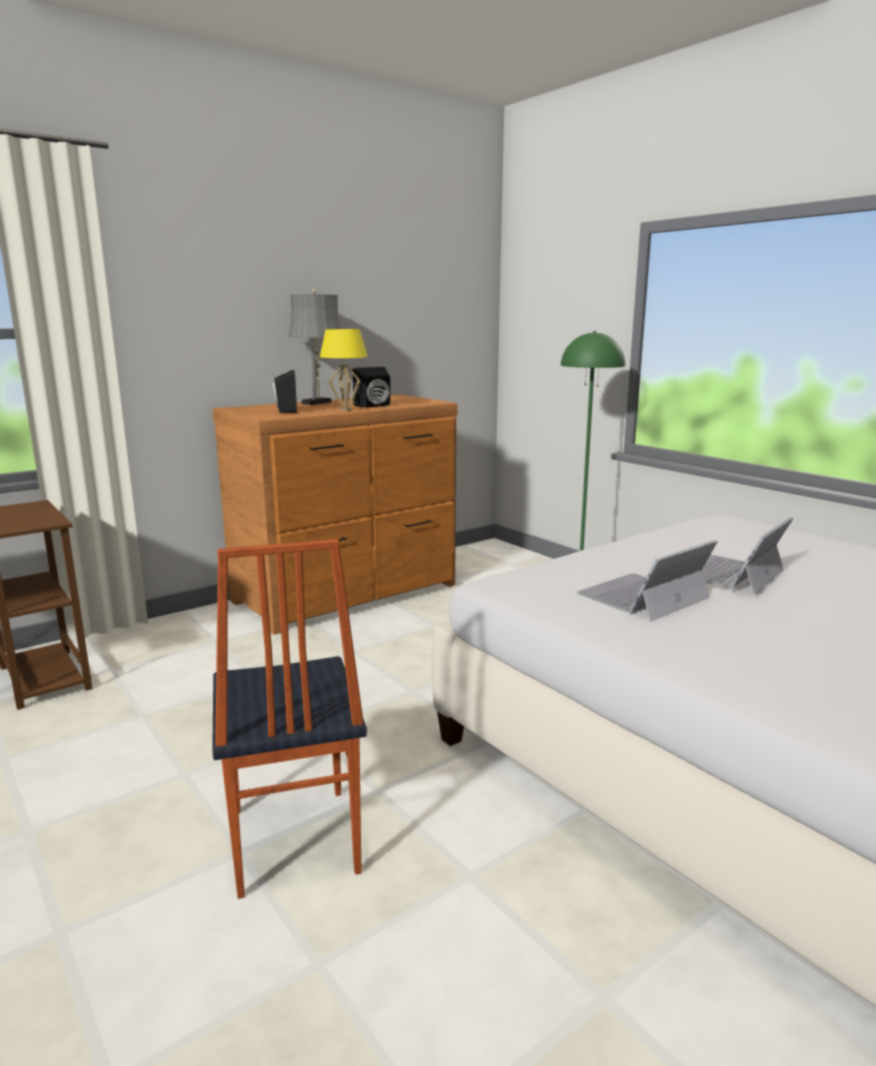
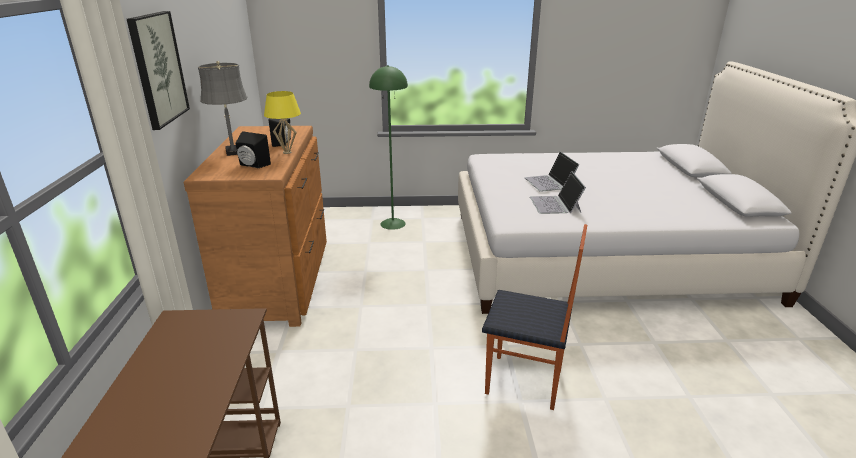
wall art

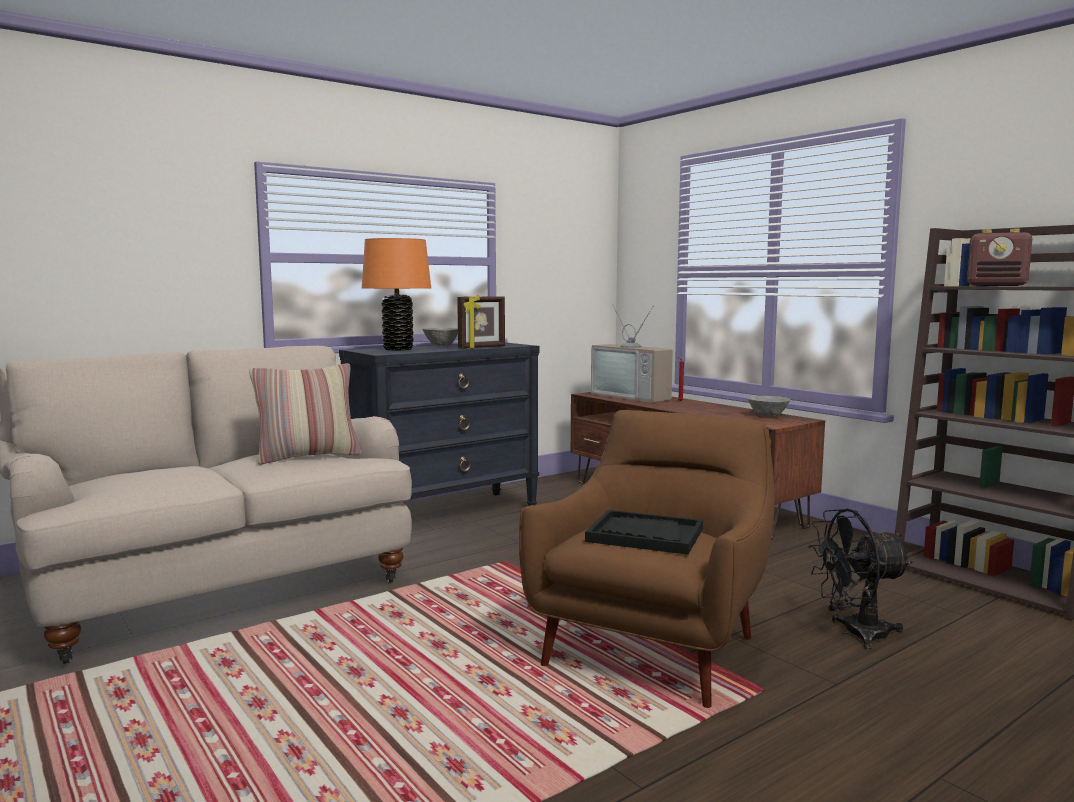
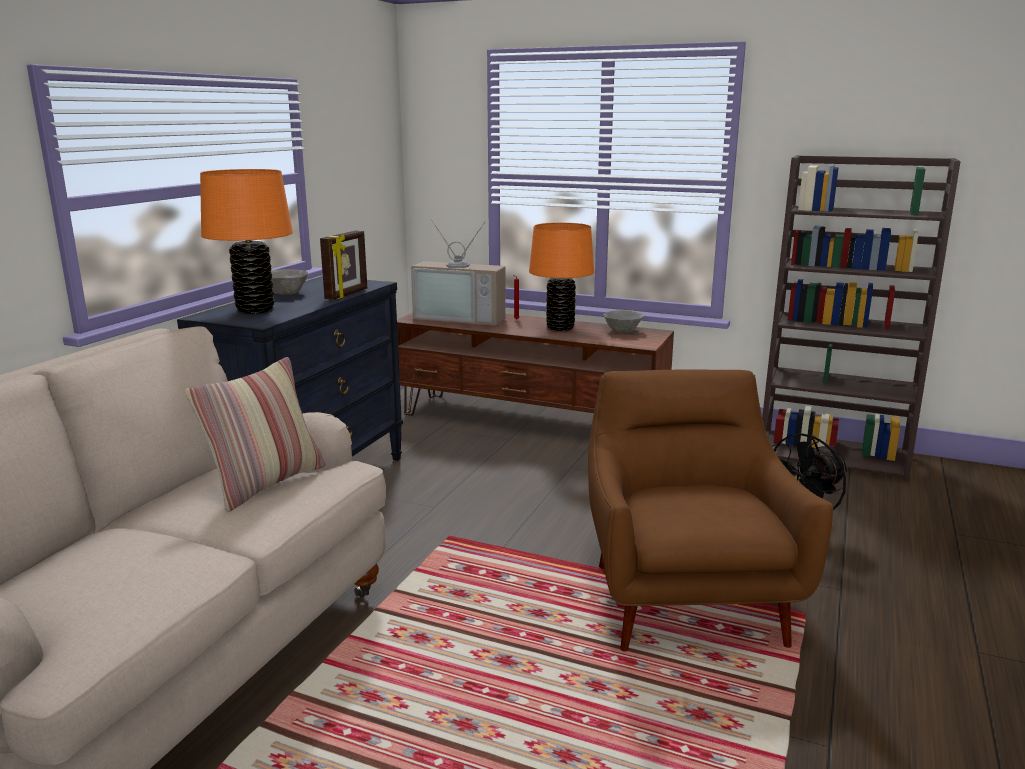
orange table lamp (2nd from left); black serving tray; radio set

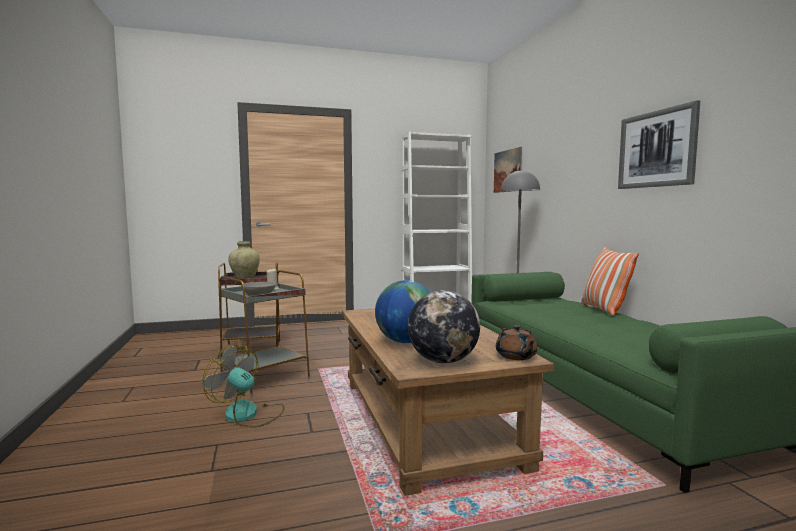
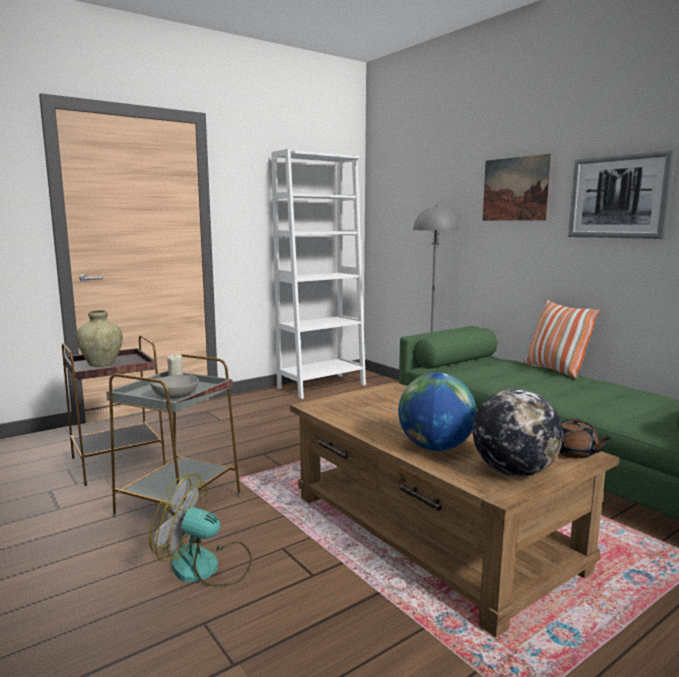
wall art (1st from left)

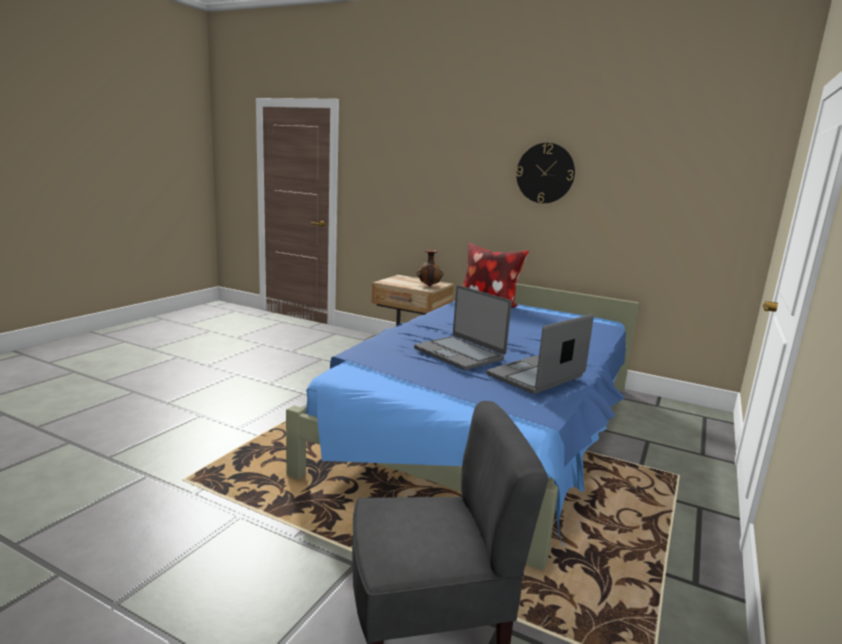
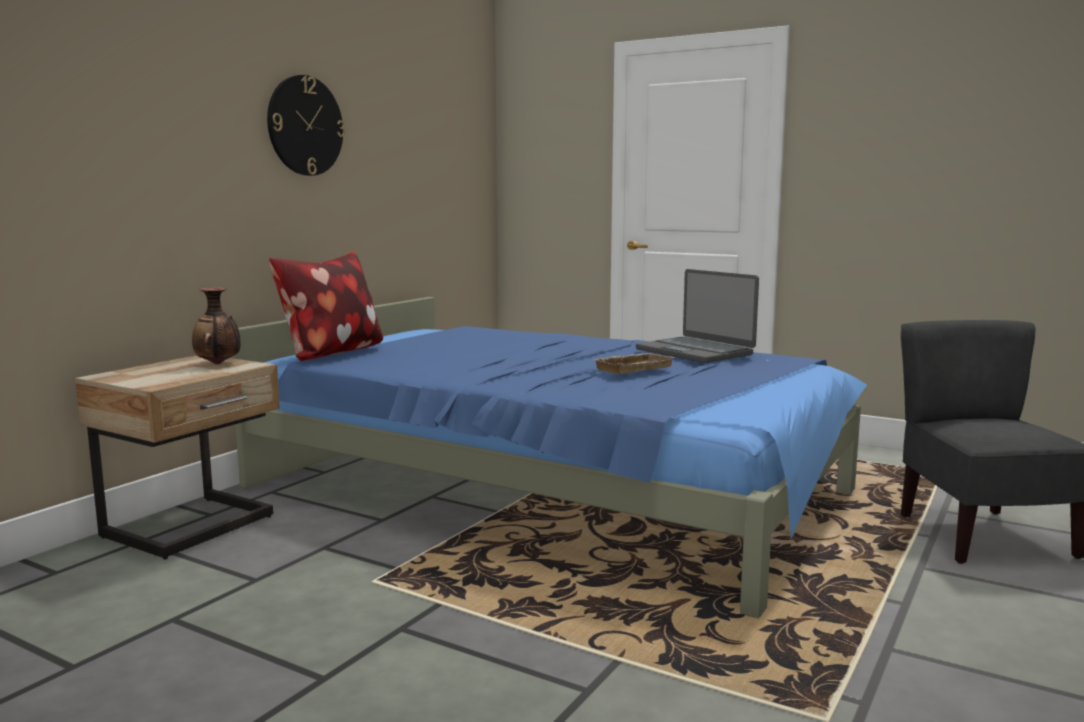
sand-coloured serving tray

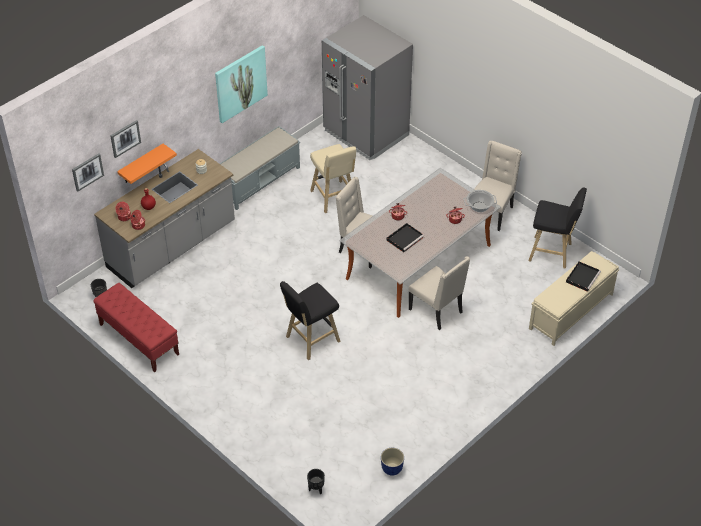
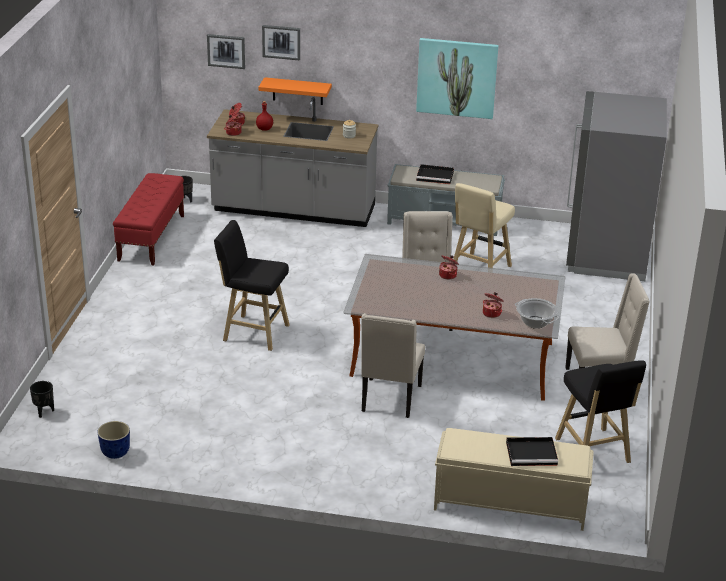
black serving tray (1st from left)

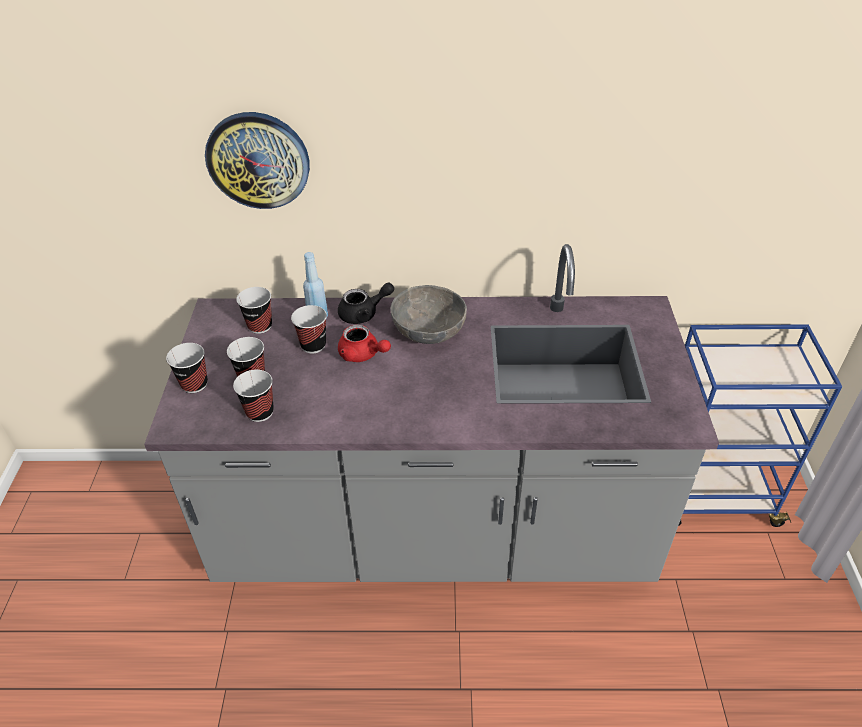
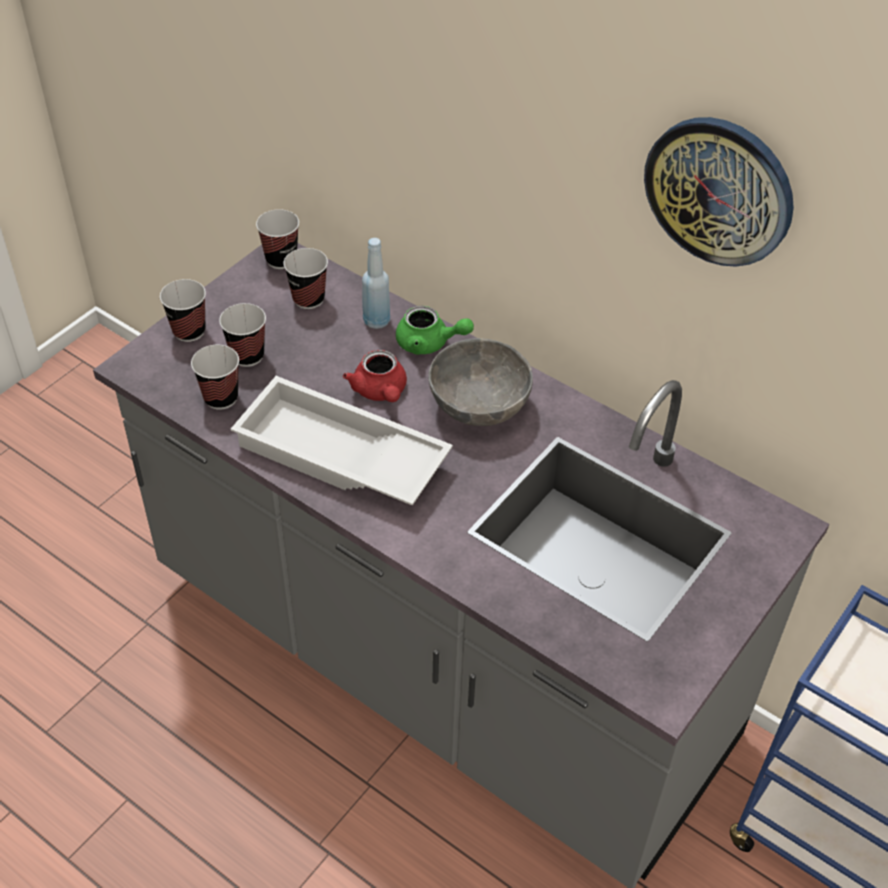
whitish serving tray; small cup (4th from left); greenish pot for tea; hanging clock

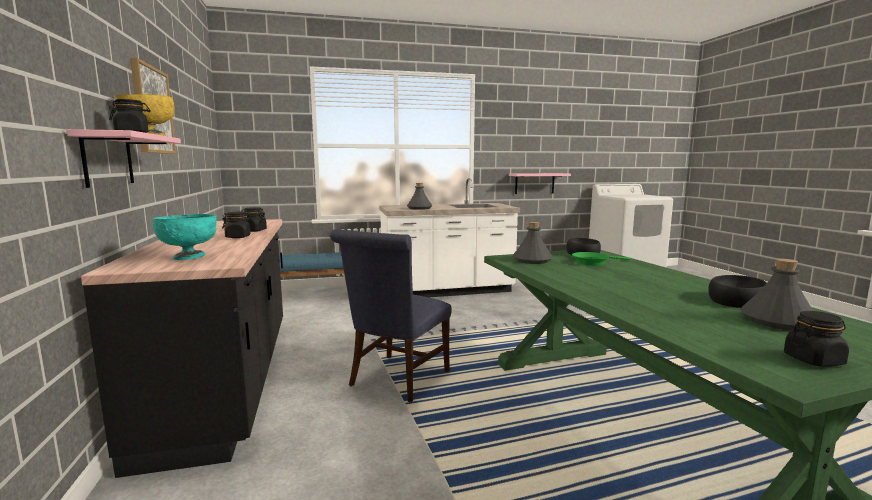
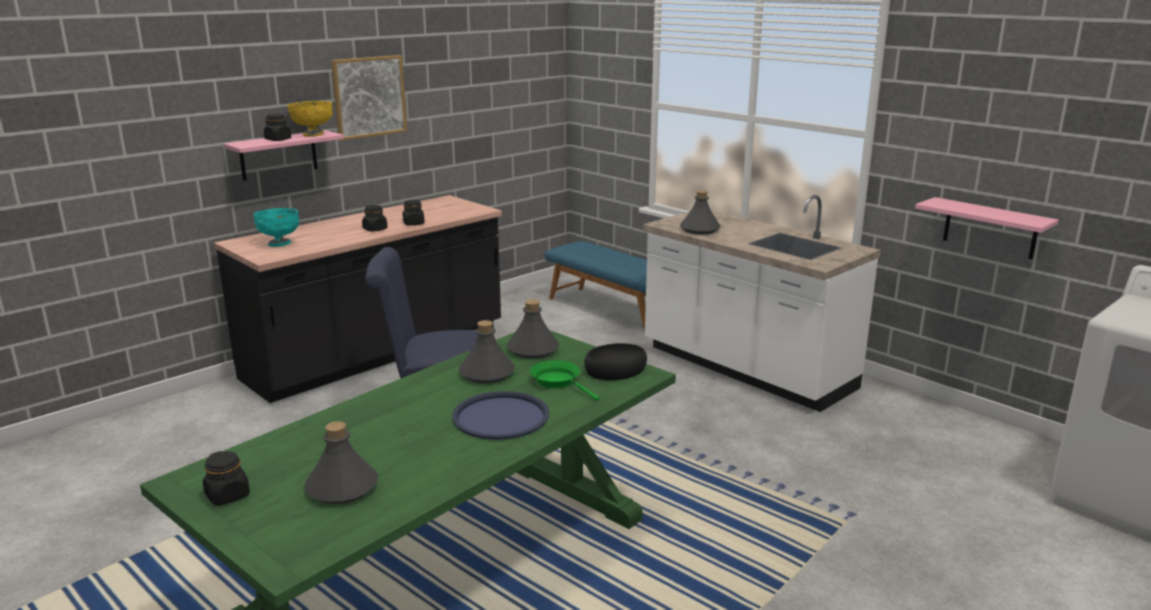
bluish serving tray; greyish drink bottle (2nd from left); black serving bowl (2nd from left in the first image)

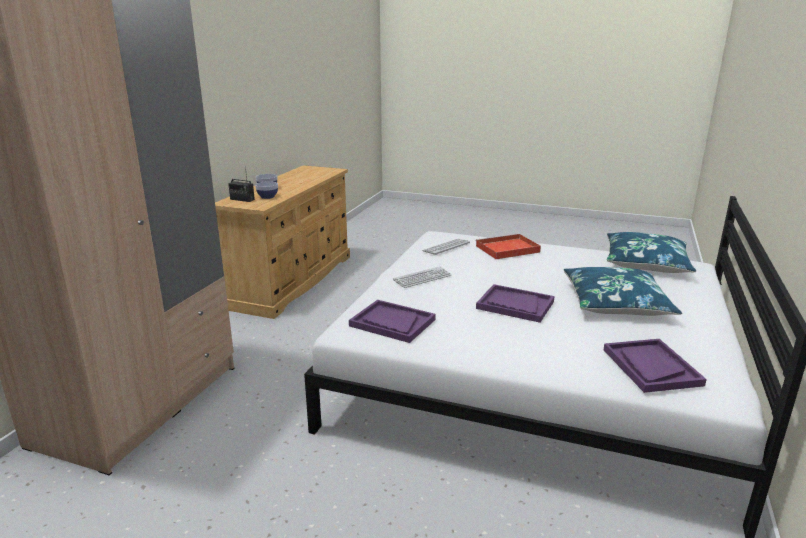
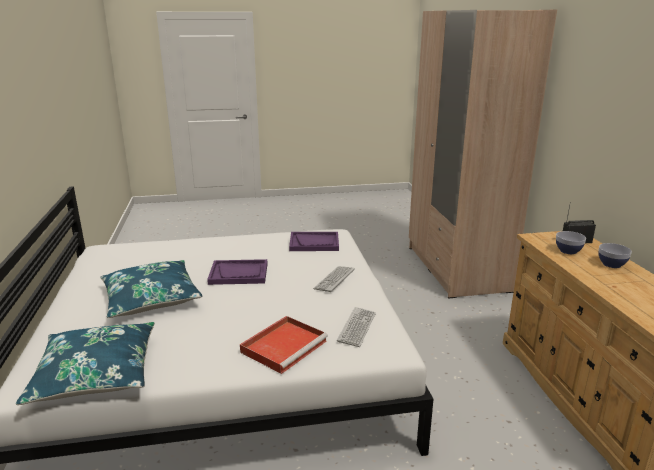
purple serving tray (3rd from left in the first image)

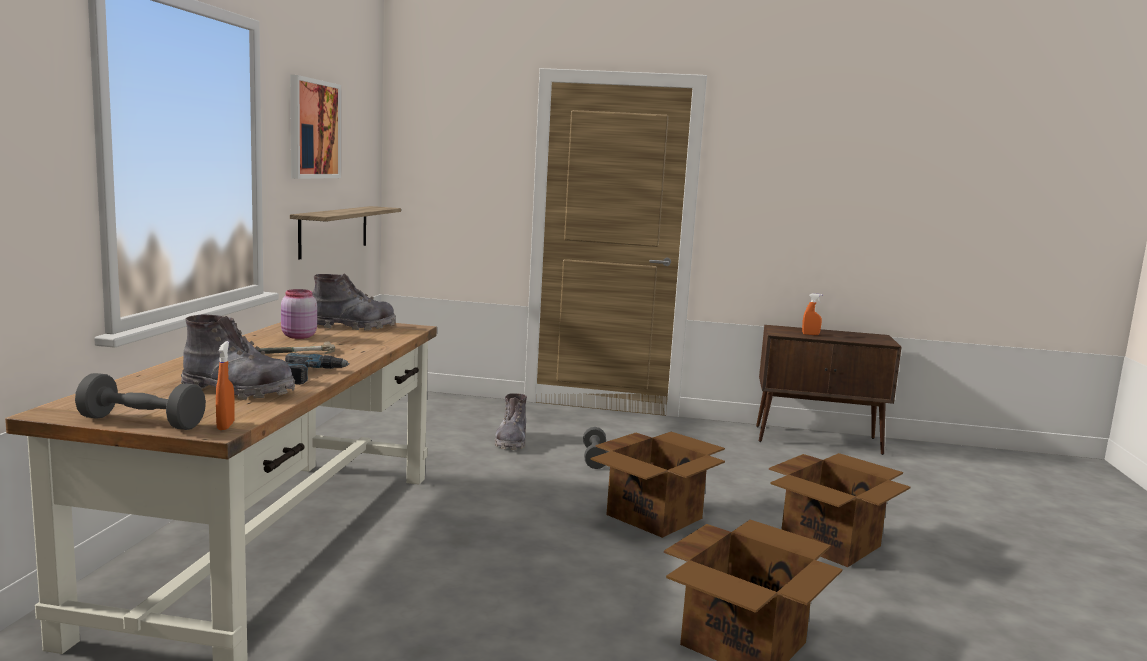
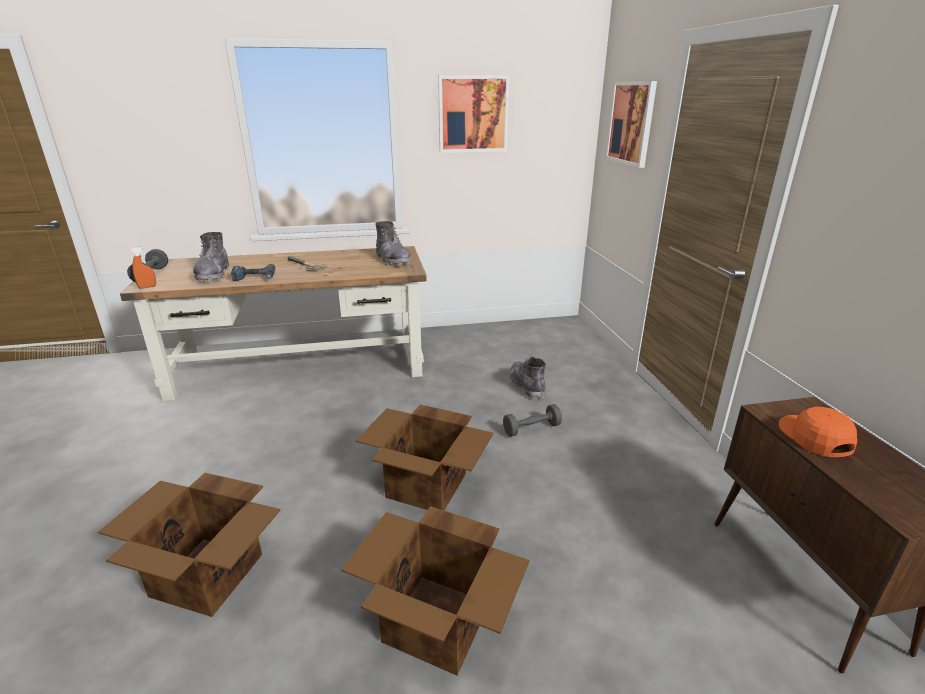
greyish high-top boot (3rd from left); wall art (2nd from left); orange baseball cap; pink preserve jar; wall shelf

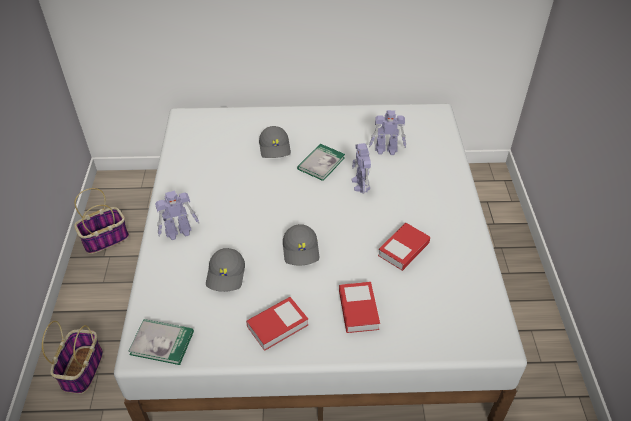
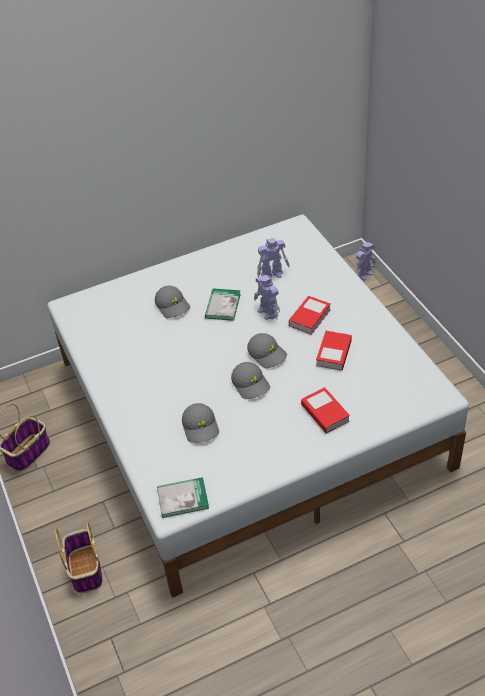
greyish baseball cap (4th from left); volume (3rd from left); toy robot (3rd from left)

